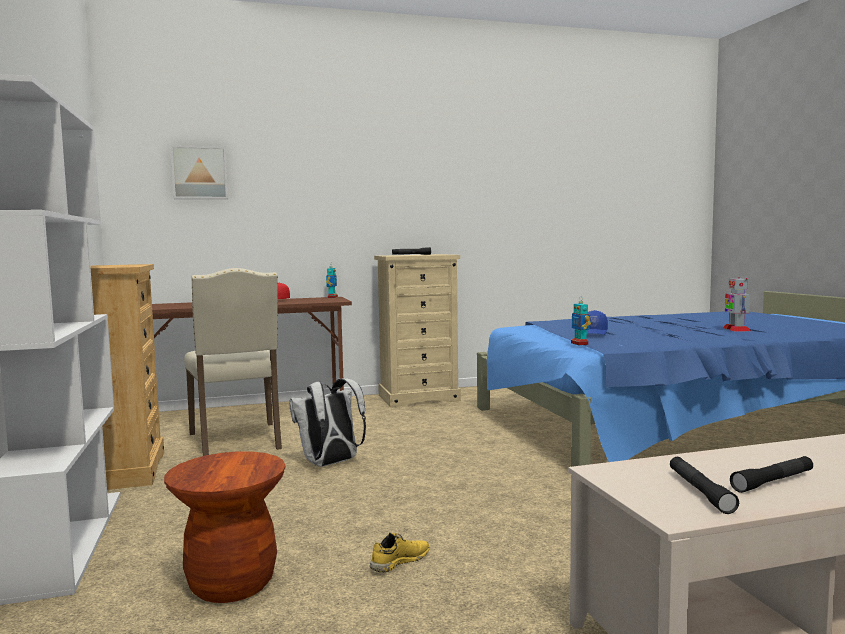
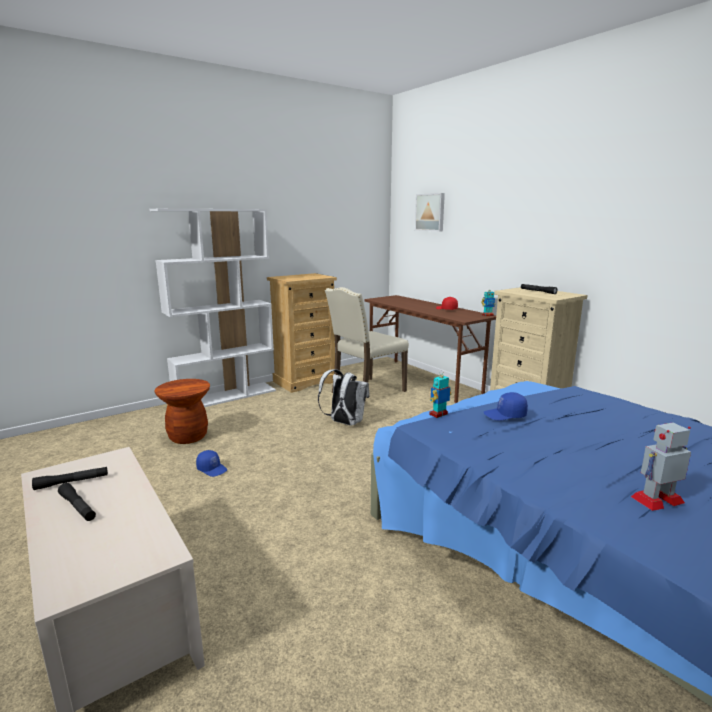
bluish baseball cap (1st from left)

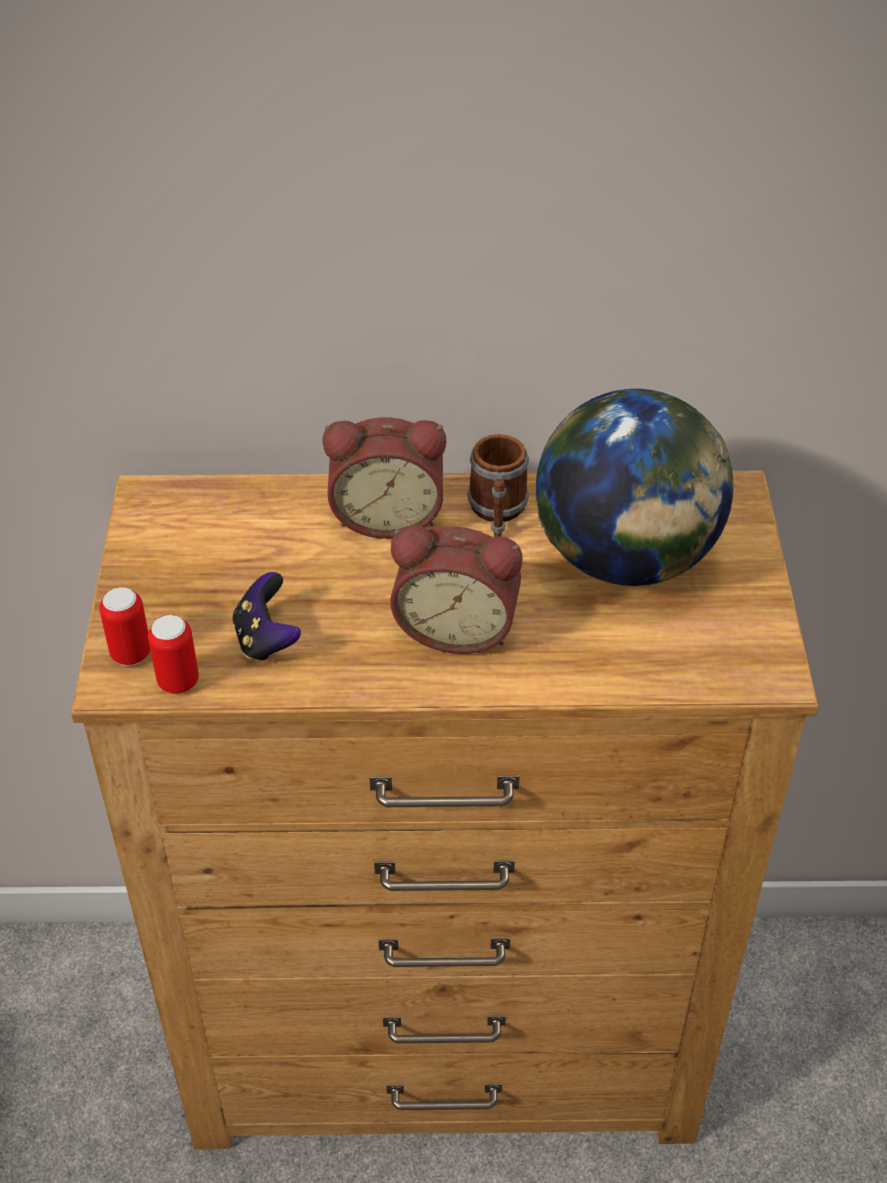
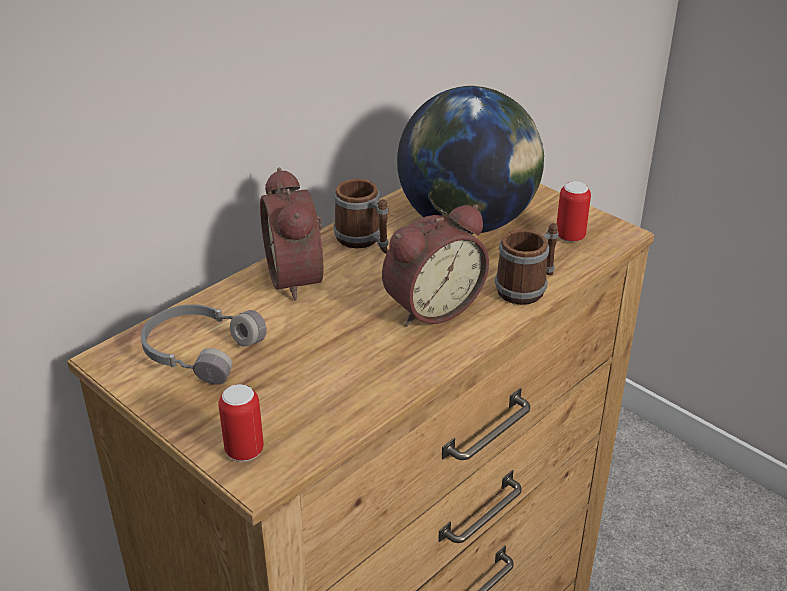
greyish headset; bedside clock (1st from left); mug (2nd from left); can (2nd from left); gamepad

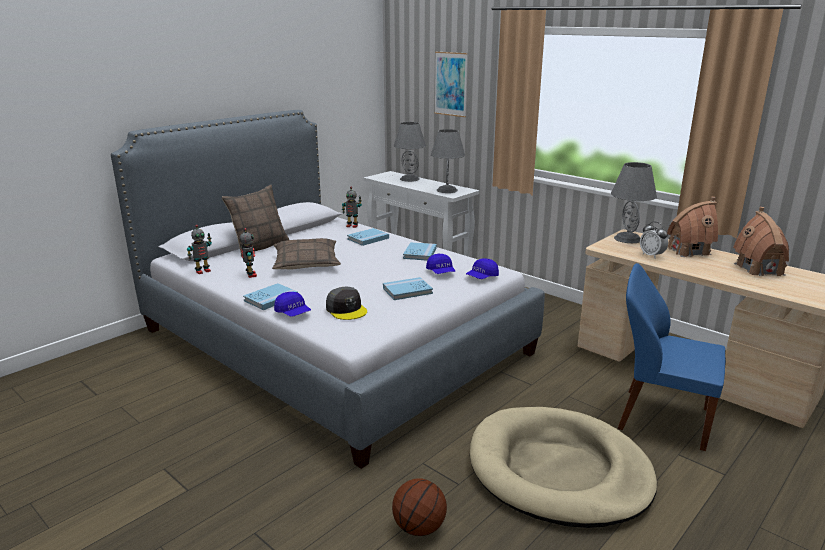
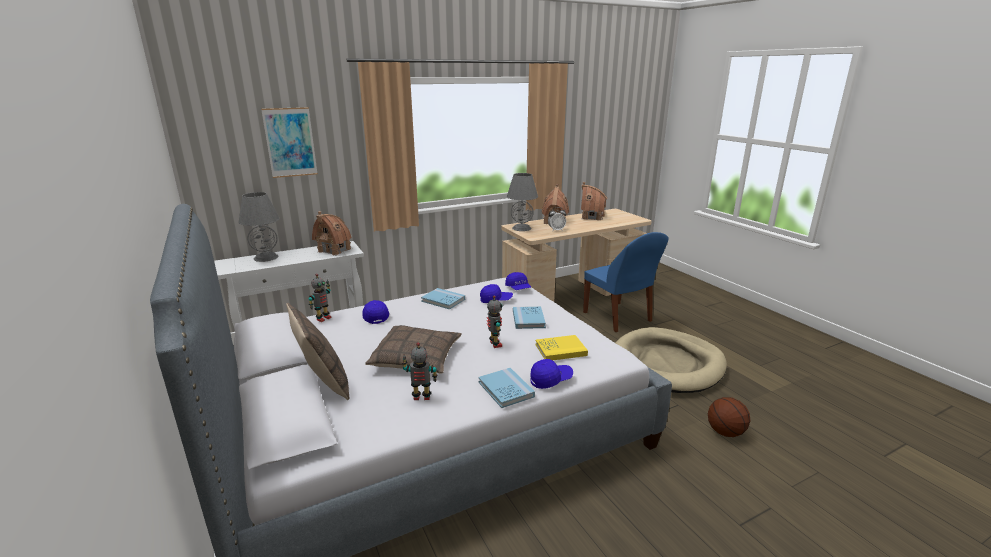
miniature house (1st from left); bluish baseball cap (1st from left); toy robot (3rd from left); yellow-coloured volume; bluish chair

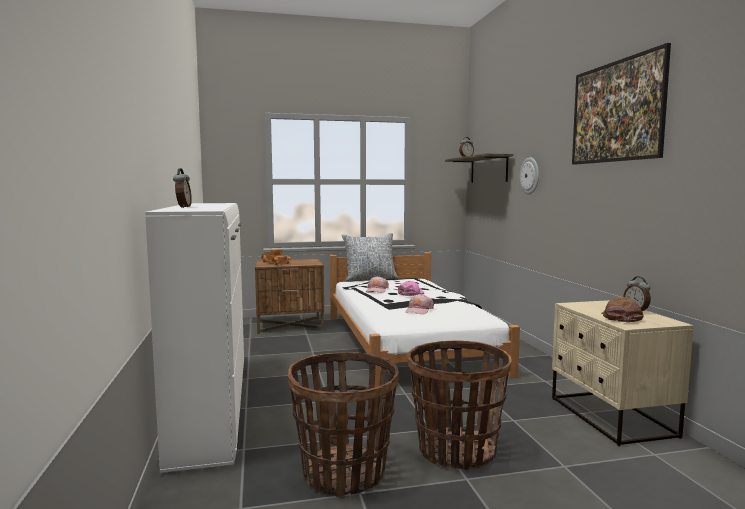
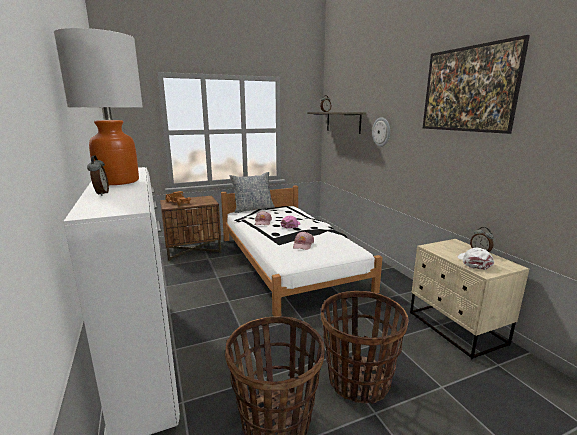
table lamp; whitish baseball cap

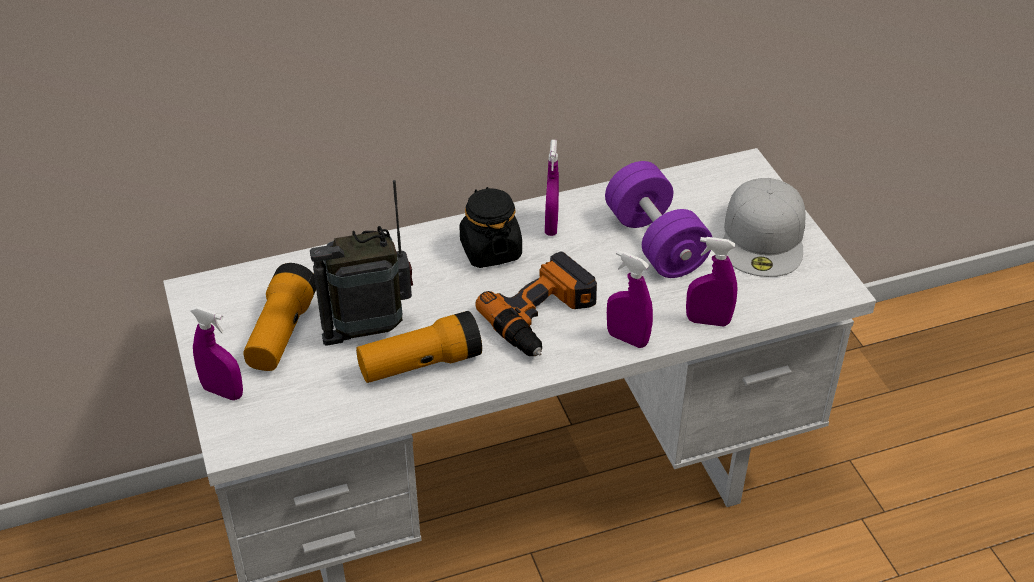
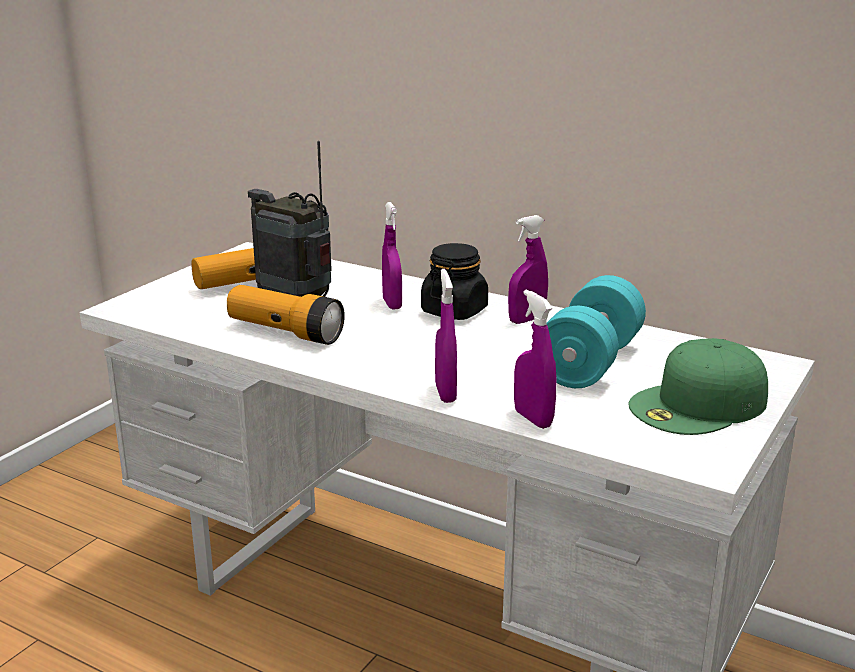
purple sprayer (1st from left); turquoise free weight; greenish baseball cap; drill

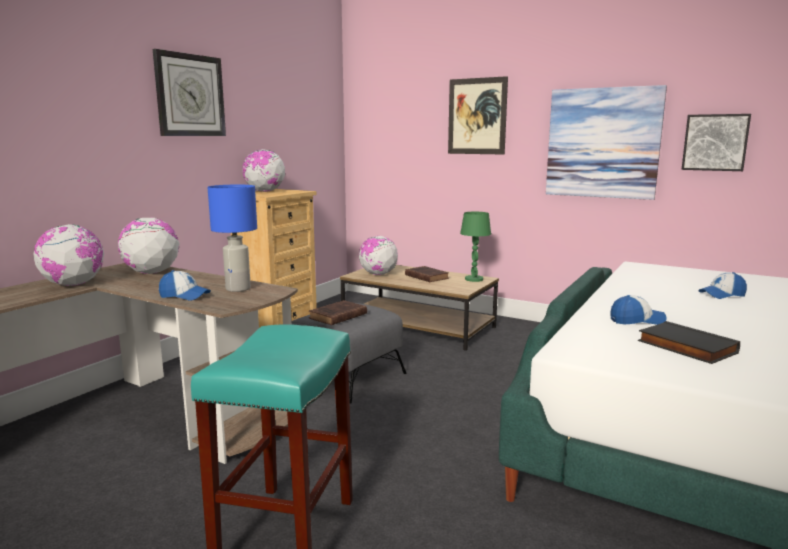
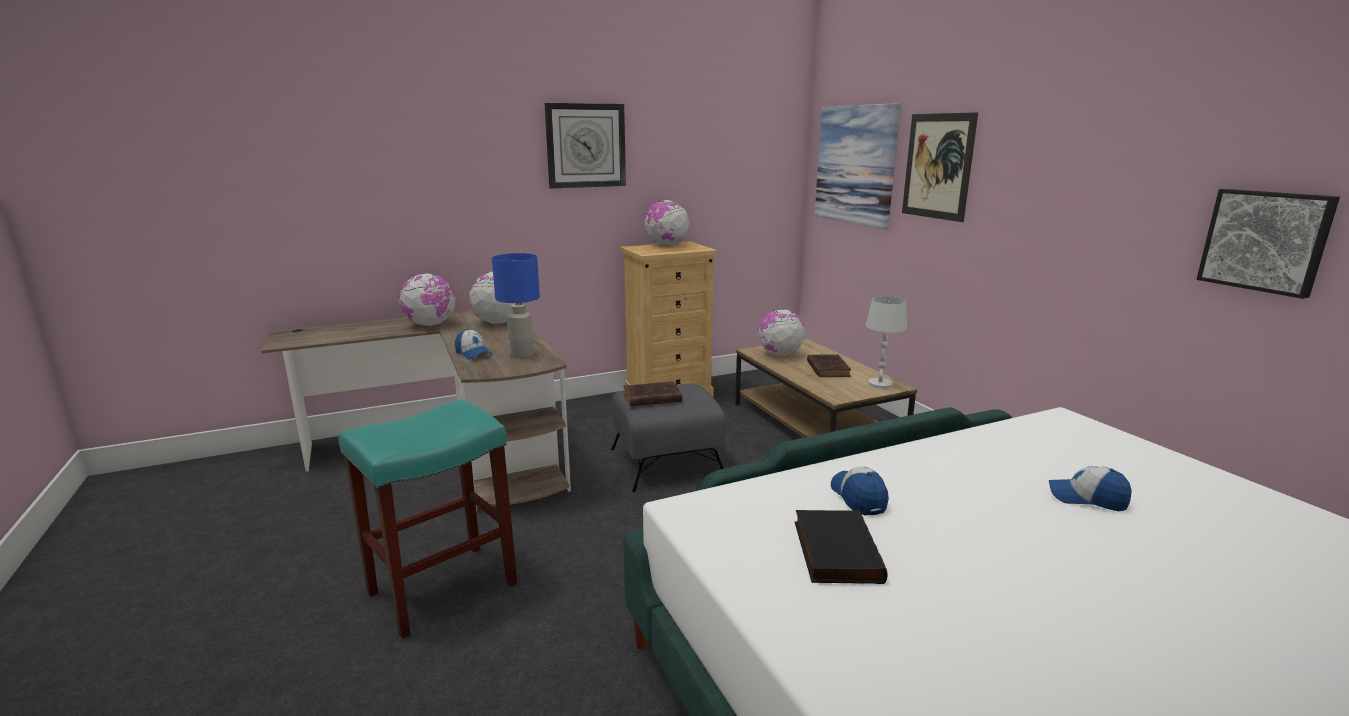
wall art (1st from left); baseball cap (2nd from left); whitish table lamp

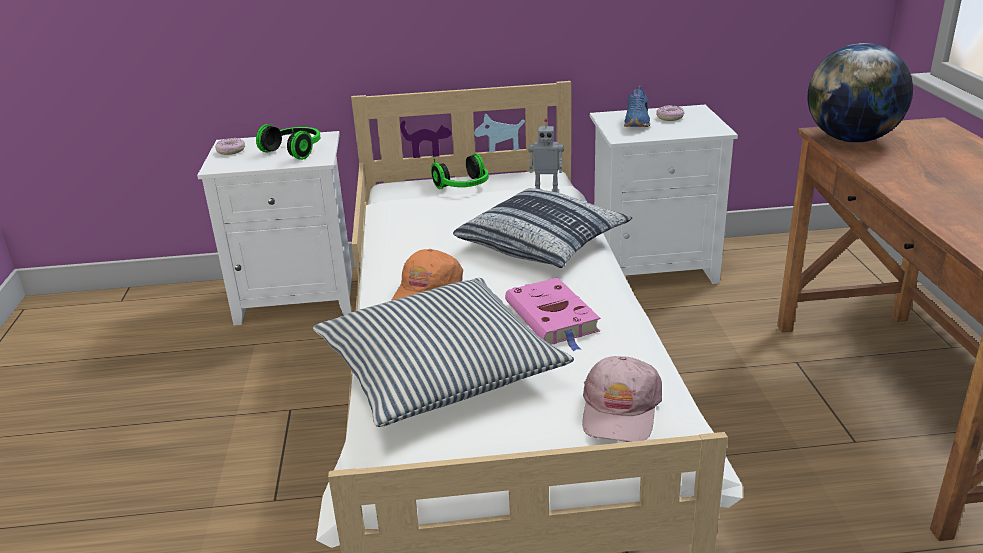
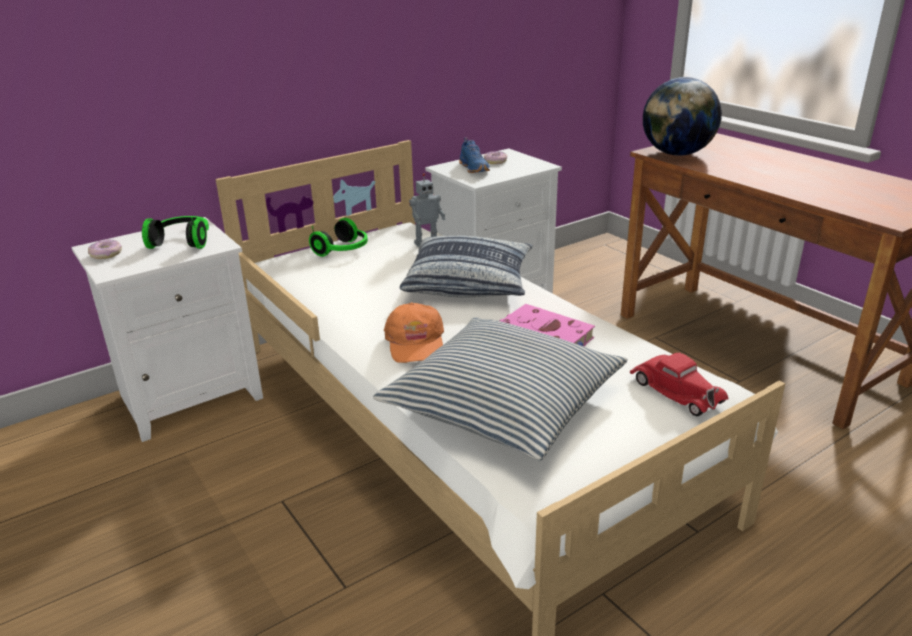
red-coloured miniature car

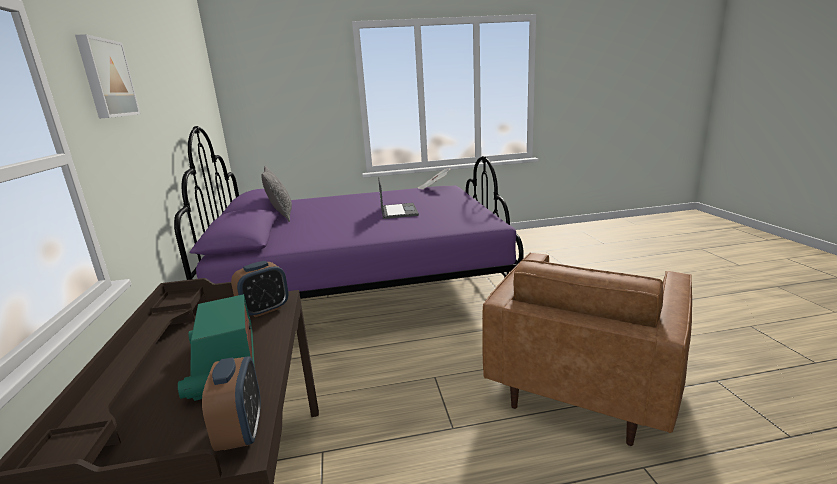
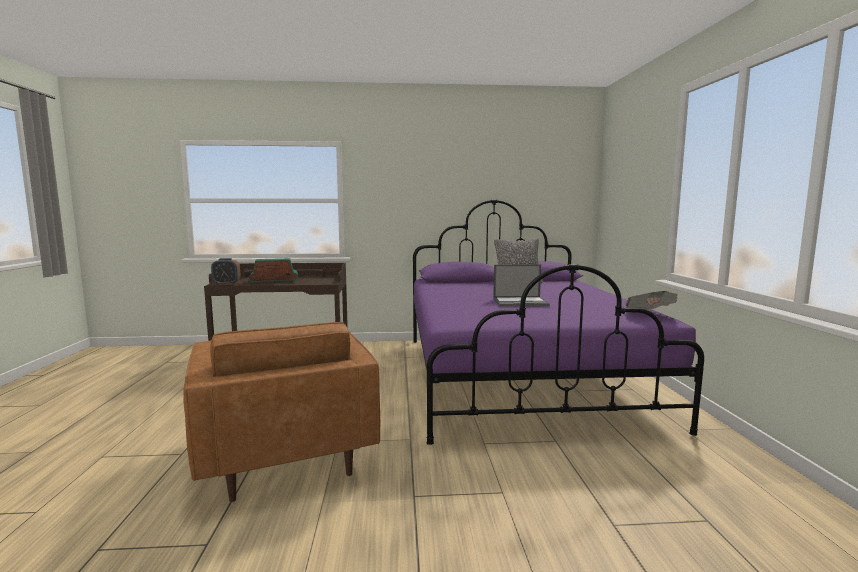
brown-coloured lounge chair; wall art; bedside clock (2nd from left in the first image)

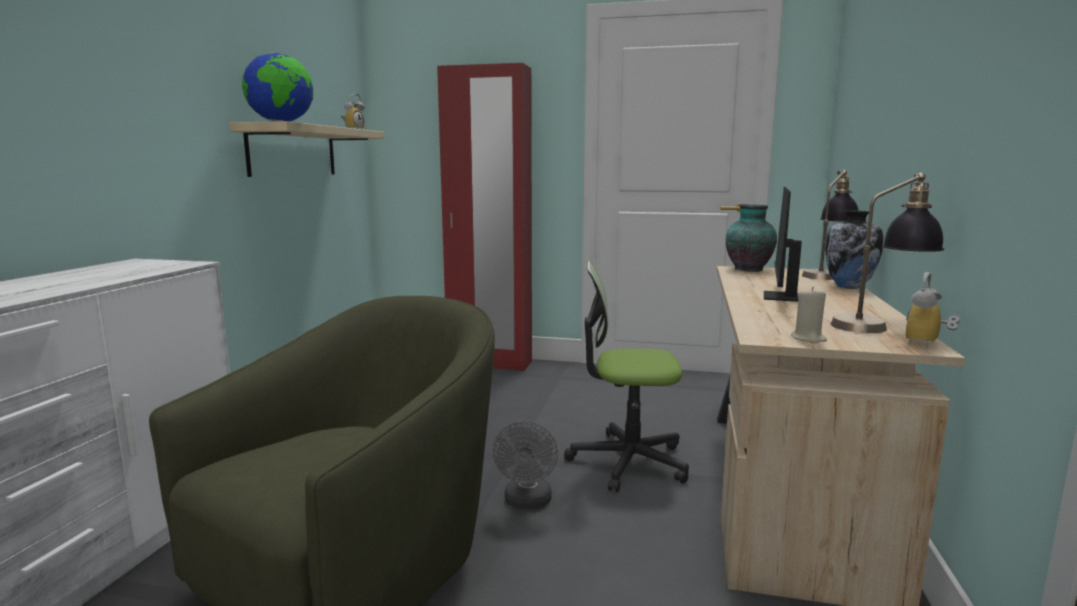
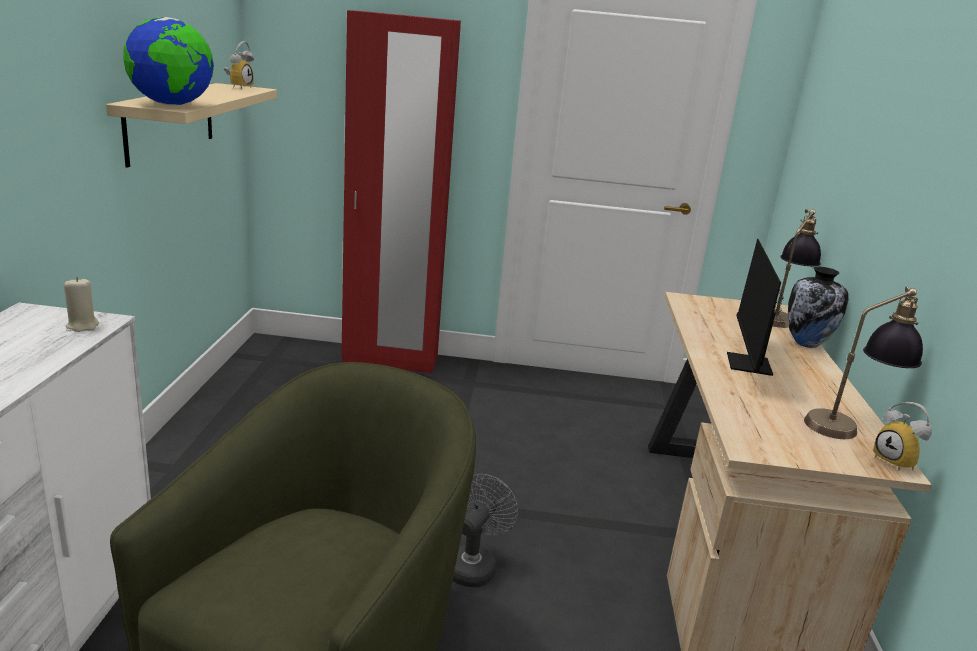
sand-coloured wax light; greyish fan; bedside clock (2nd from left); computer chair; vase (1st from left in the first image)

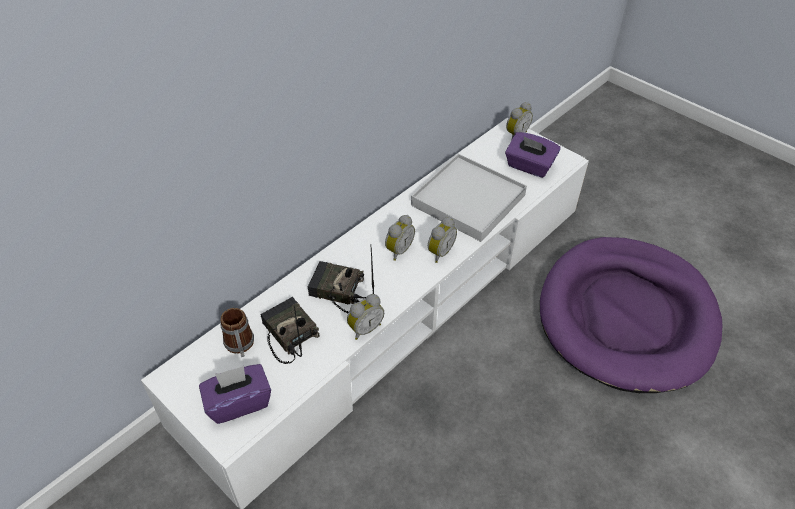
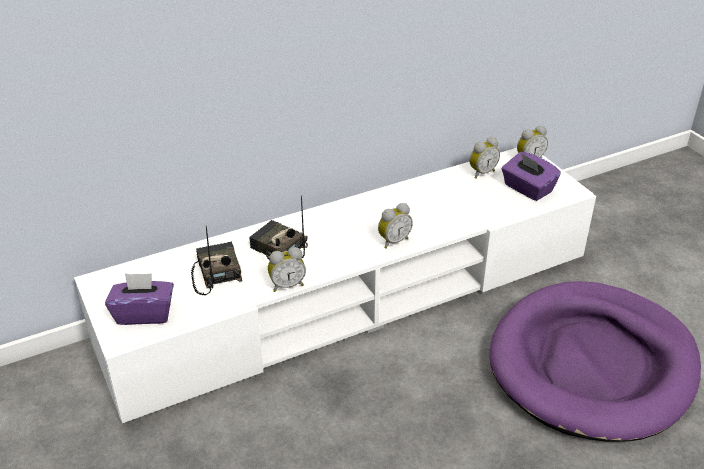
bedside clock (3rd from left); mug; whitish serving tray

